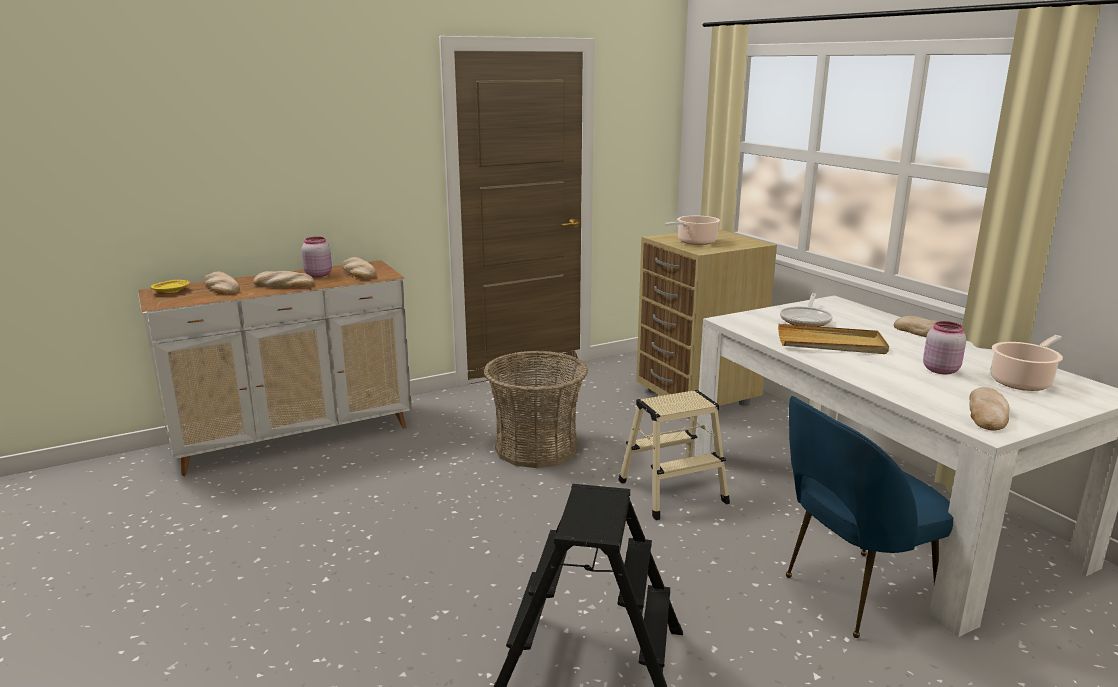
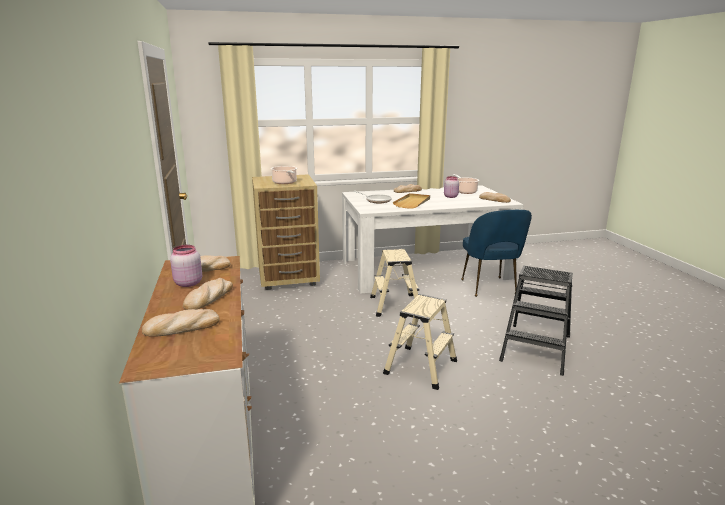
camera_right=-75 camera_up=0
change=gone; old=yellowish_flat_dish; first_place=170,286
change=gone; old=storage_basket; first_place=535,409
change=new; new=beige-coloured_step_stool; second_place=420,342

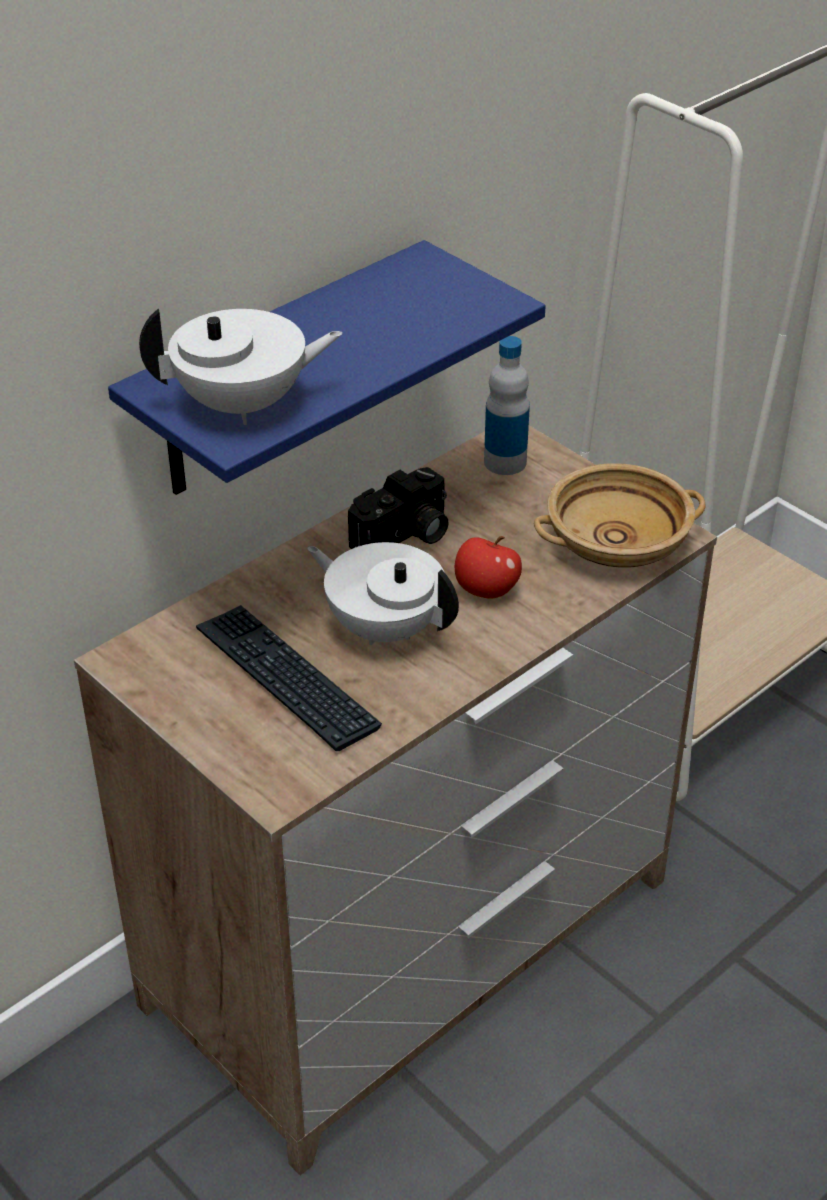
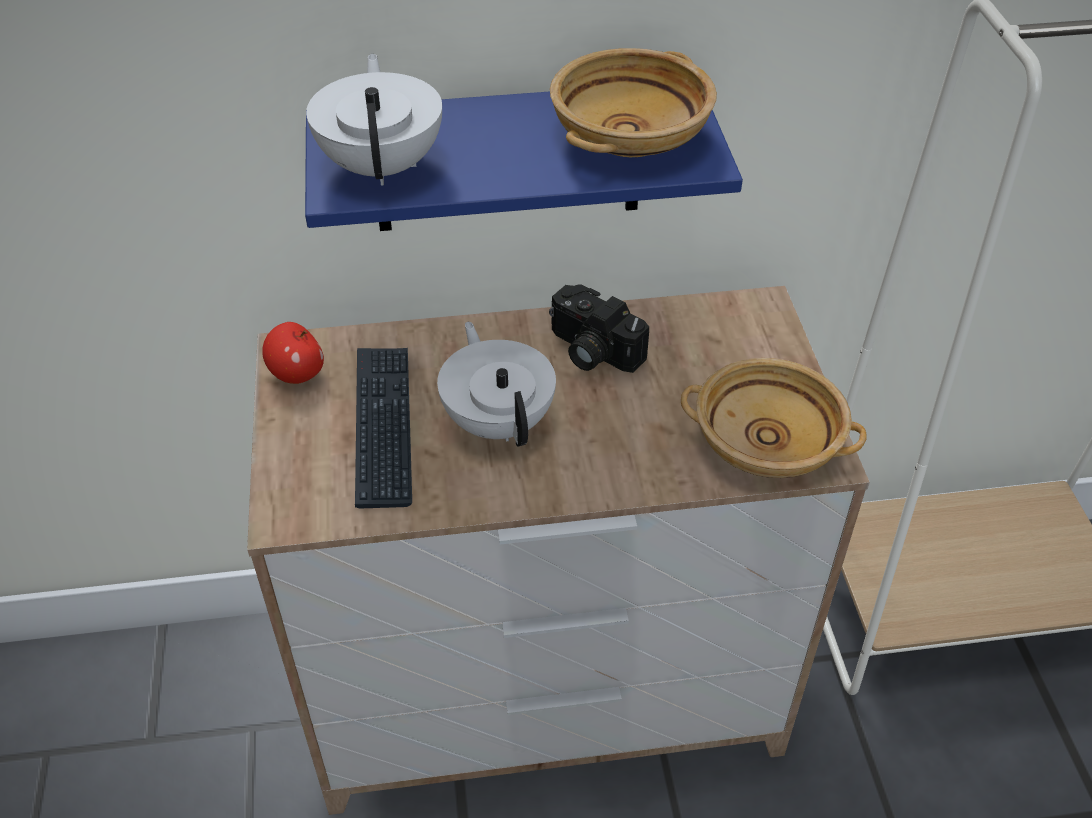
camera_right=35 camera_up=5
change=rotated; old=white_tea_pot; first_place=241,367; second_place=374,120; degrees=-120
change=rotated; old=still_camera; first_place=398,508; second_place=599,328; degrees=45
change=shifted; old=apple; first_place=488,567; second_place=293,353
change=gone; old=bottle; first_place=507,405
change=new; new=beige-coloured_deep_dish; second_place=633,102

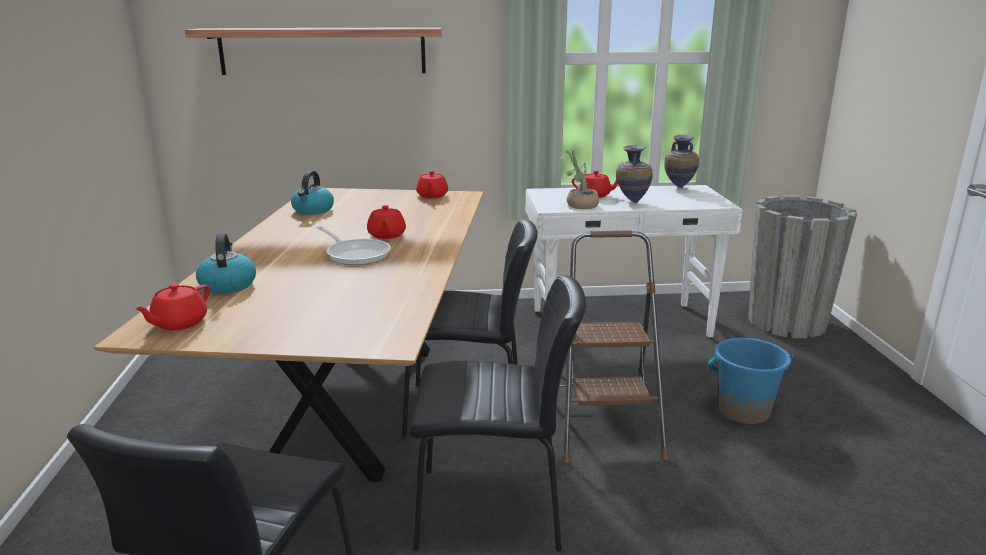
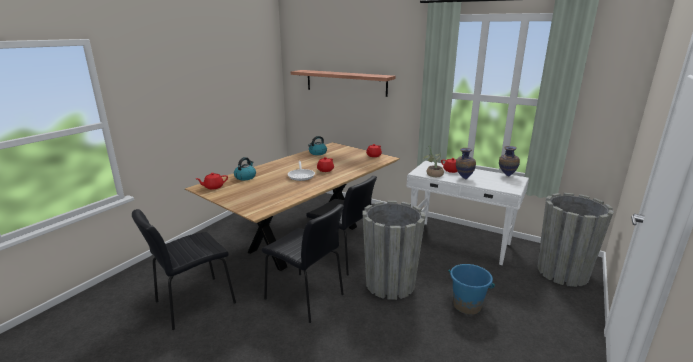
camera_right=35 camera_up=0
change=swapped; old=brown-coloured_step_stool; new=grey_flower_pot; first_place=614,347; second_place=394,250

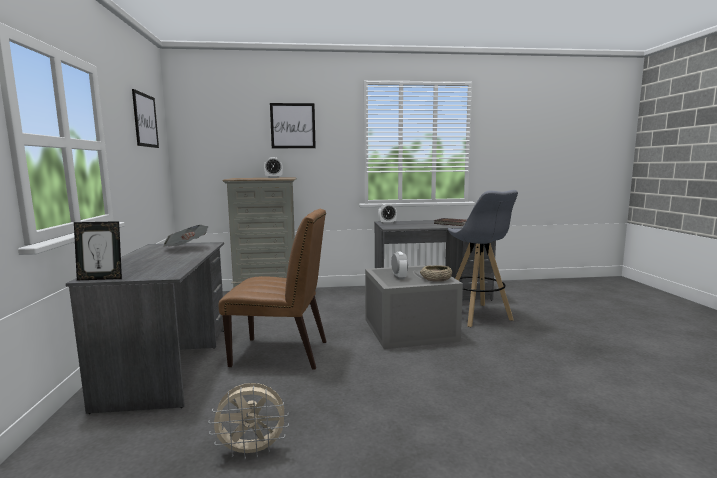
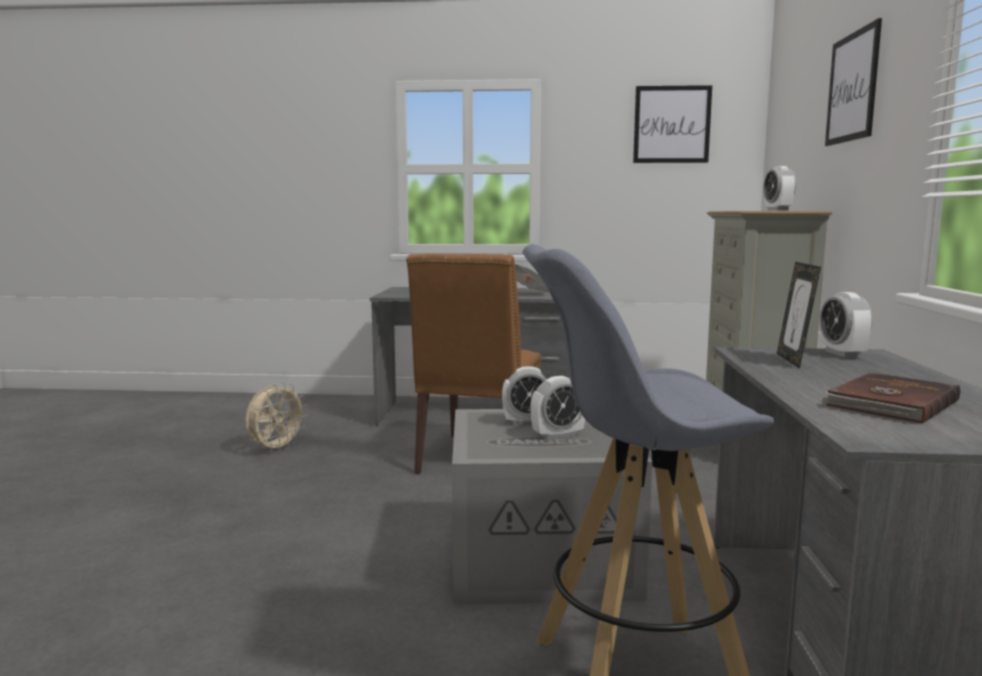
camera_right=100 camera_up=0
change=shifted; old=standing_frame; first_place=98,250; second_place=799,315
change=rotated; old=beige-coloured_fan; first_place=248,421; second_place=276,418; degrees=-150
change=gone; old=beige-coloured_deep_dish; first_place=436,273
change=new; new=bedside_clock; second_place=558,408

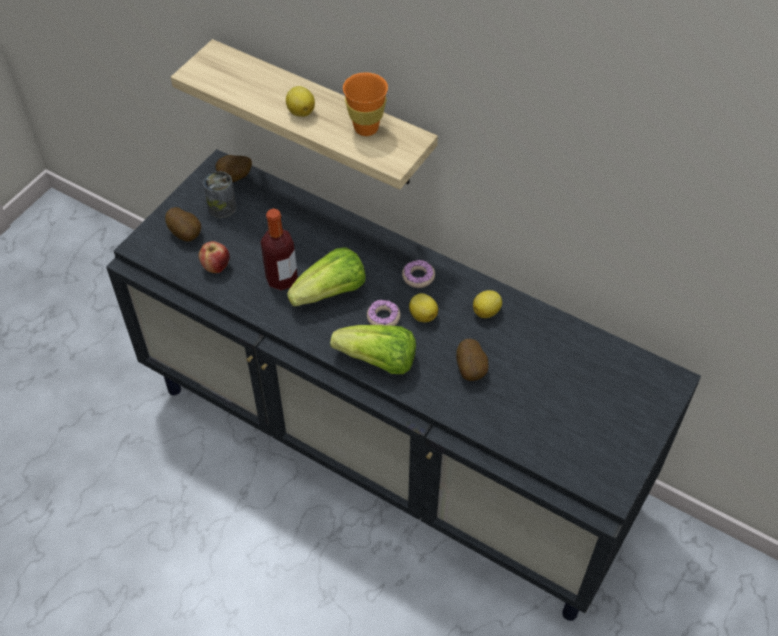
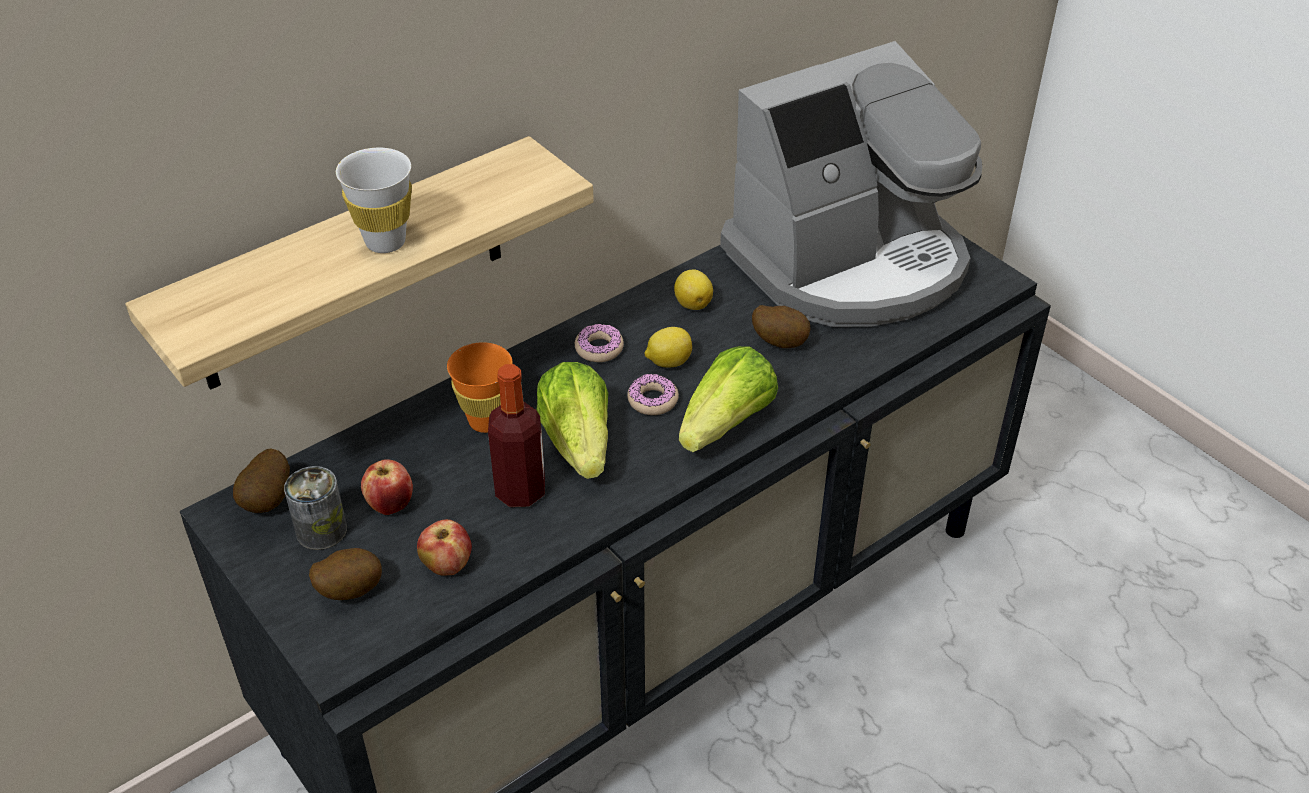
camera_right=-70 camera_up=-10
change=swapped; old=citrus_fruit; new=white_small_cup; first_place=300,101; second_place=374,200
change=shifted; old=orangey_small_cup; first_place=365,104; second_place=480,387
change=new; new=apple; second_place=387,487
change=new; new=coffee_machine; second_place=851,184

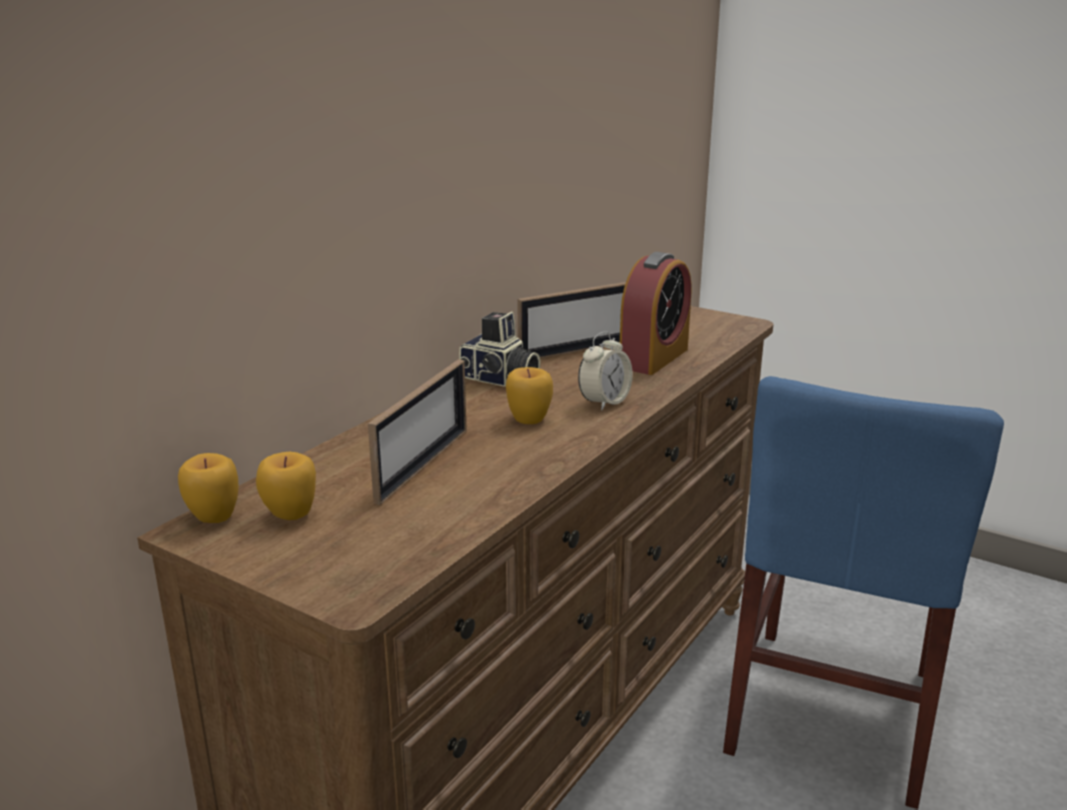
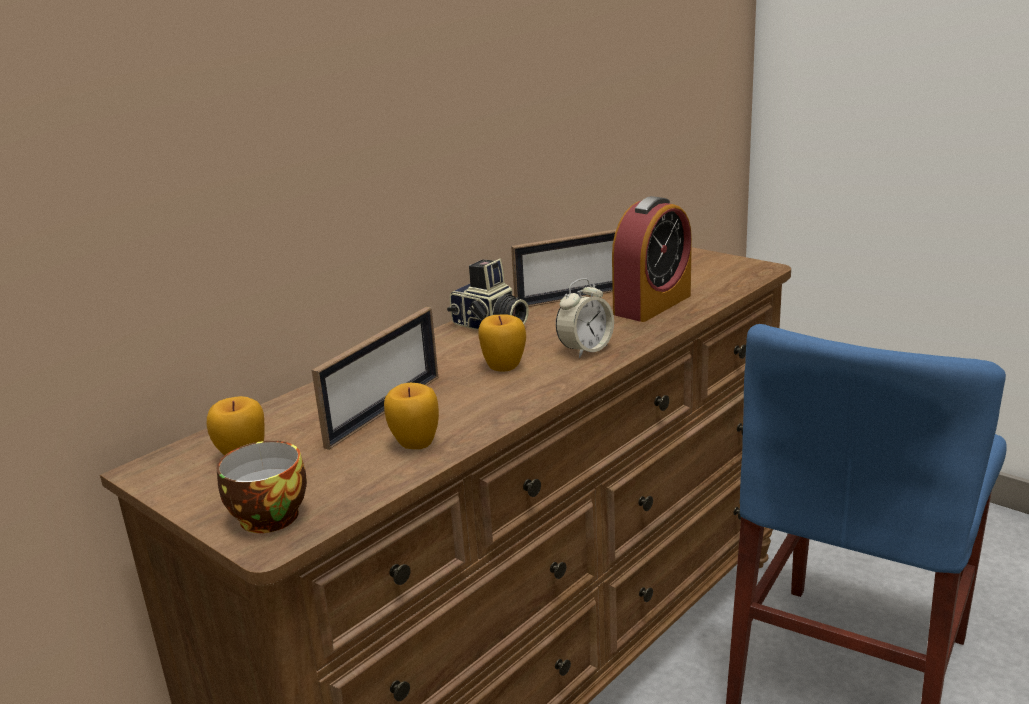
camera_right=10 camera_up=0
change=shifted; old=apple; first_place=208,488; second_place=411,416
change=new; new=small_cup; second_place=262,487

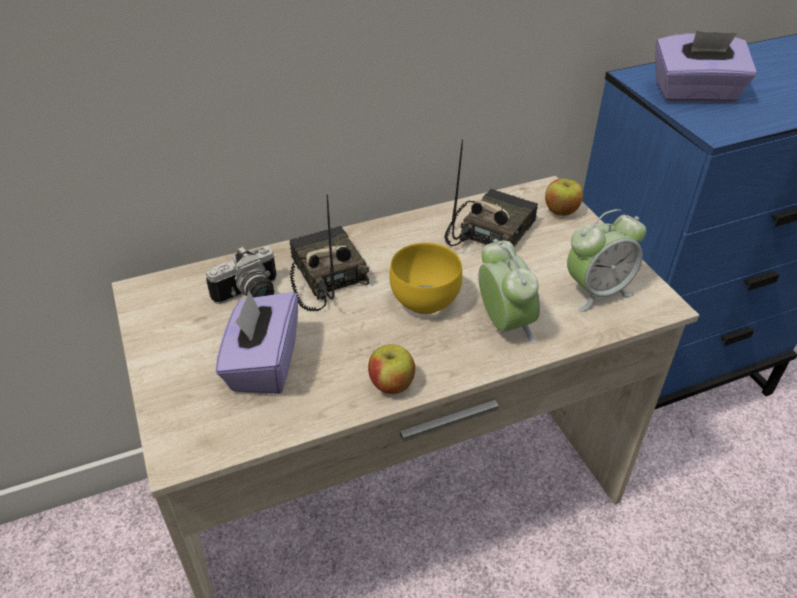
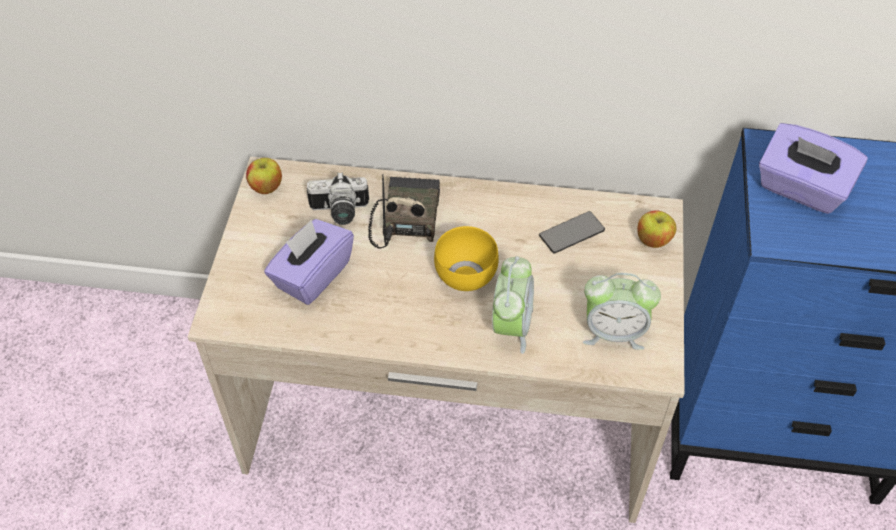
camera_right=30 camera_up=10
change=shifted; old=apple; first_place=391,369; second_place=264,176
change=swapped; old=radio_receiver; new=handset; first_place=491,193; second_place=572,232

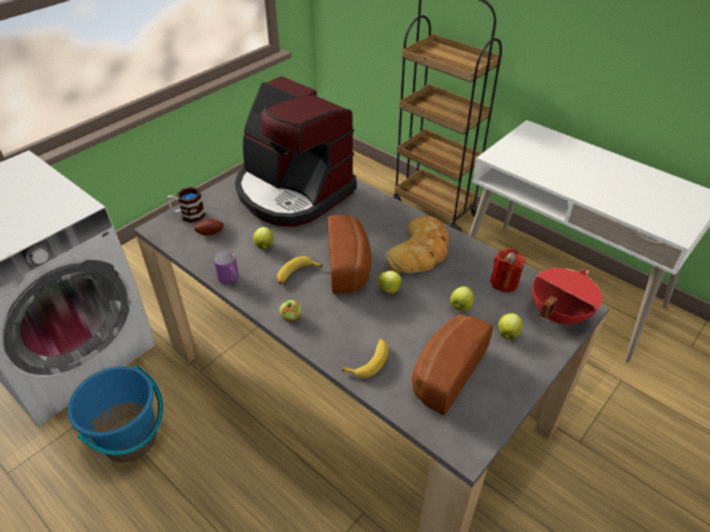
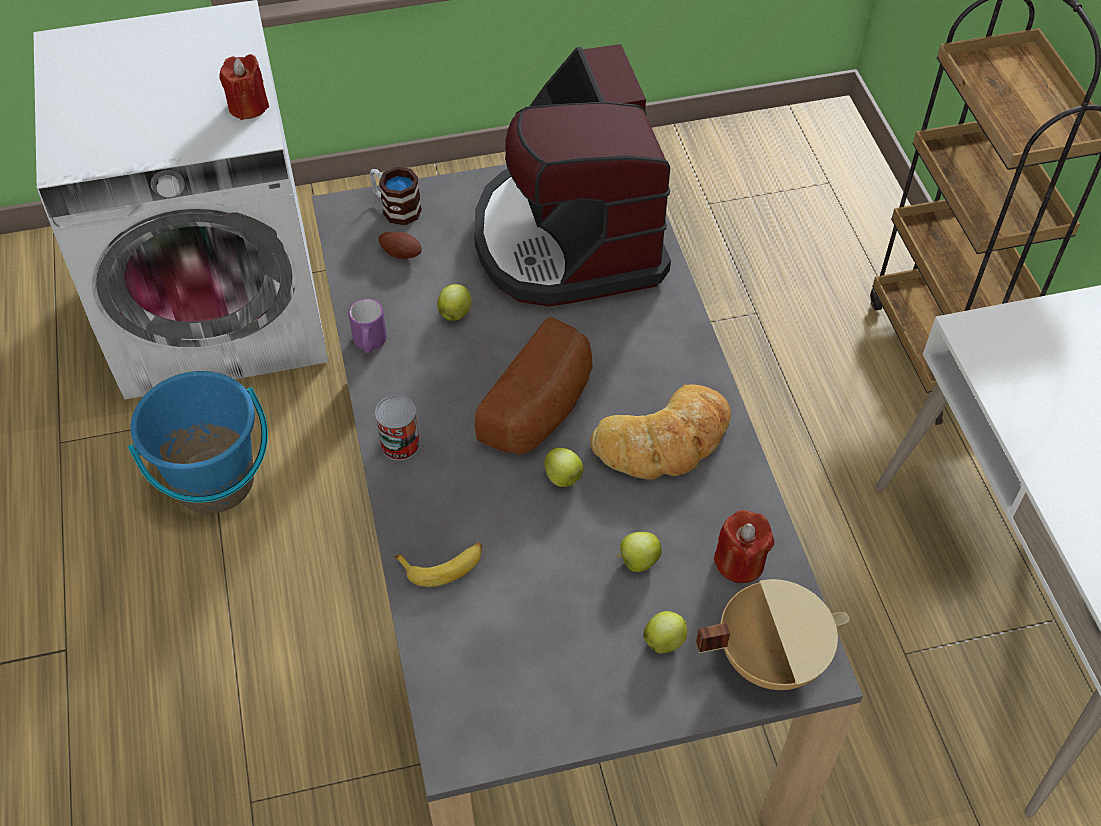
camera_right=35 camera_up=10
change=gone; old=banana_fruit; first_place=300,270
change=swapped; old=apple; new=sealed_can; first_place=290,311; second_place=397,428
change=gone; old=bakery_bread; first_place=452,364
change=repainted; old=red_stockpot; new=beige-coloured_stockpot; first_place=567,296; second_place=773,634
change=new; new=red_candle; second_place=244,87

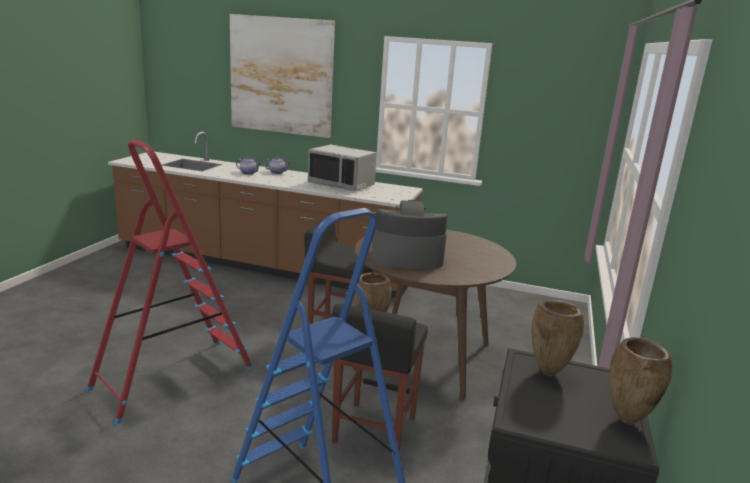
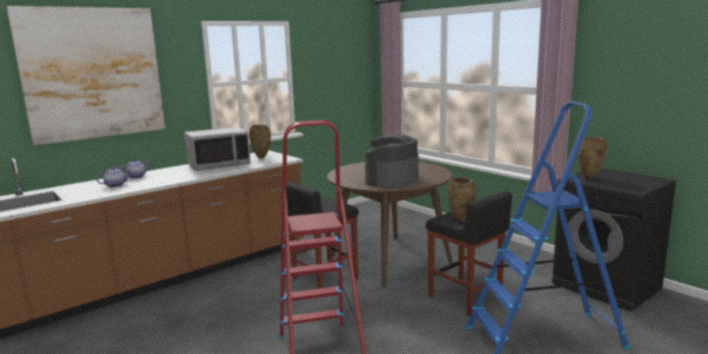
camera_right=-55 camera_up=-5
change=shifted; old=brown-coloured_decorative_vase; first_place=640,381; second_place=260,141

